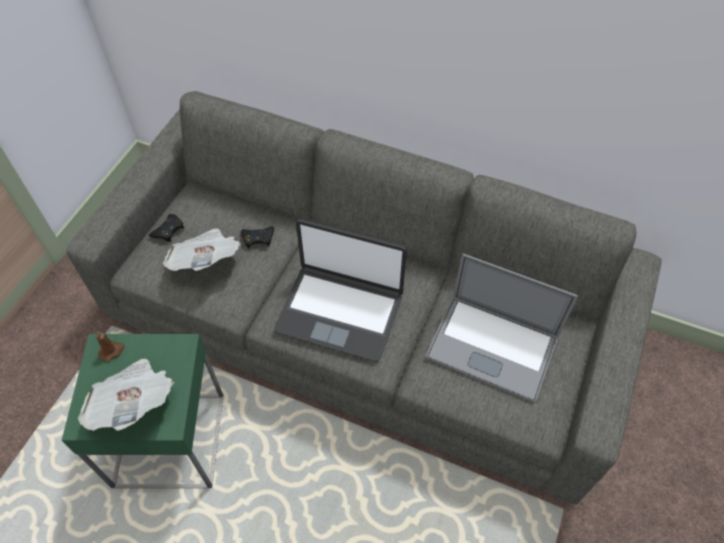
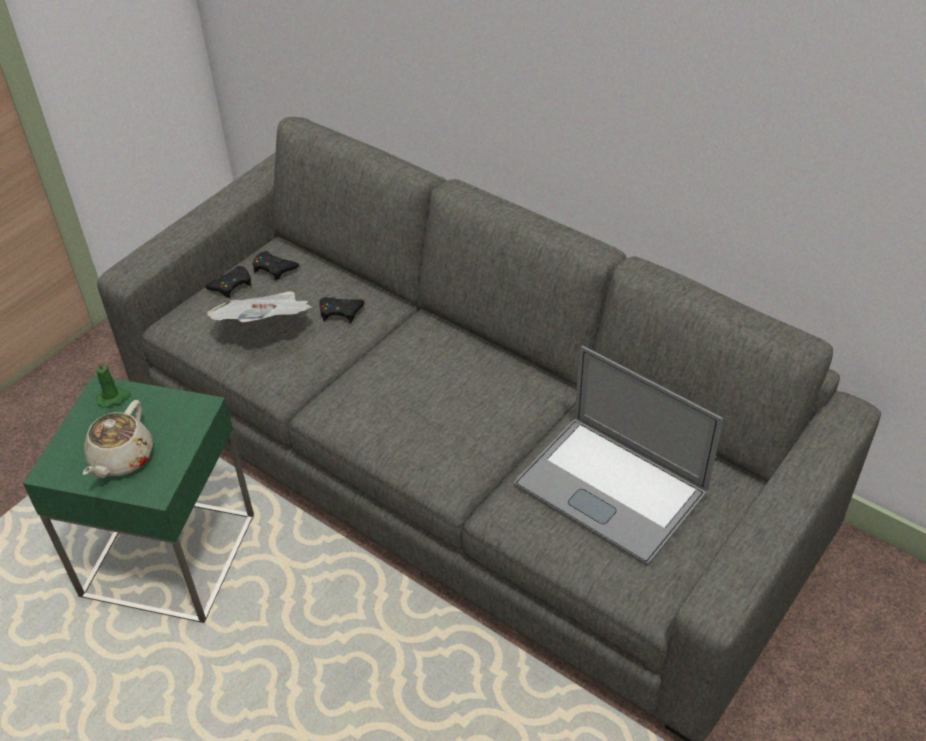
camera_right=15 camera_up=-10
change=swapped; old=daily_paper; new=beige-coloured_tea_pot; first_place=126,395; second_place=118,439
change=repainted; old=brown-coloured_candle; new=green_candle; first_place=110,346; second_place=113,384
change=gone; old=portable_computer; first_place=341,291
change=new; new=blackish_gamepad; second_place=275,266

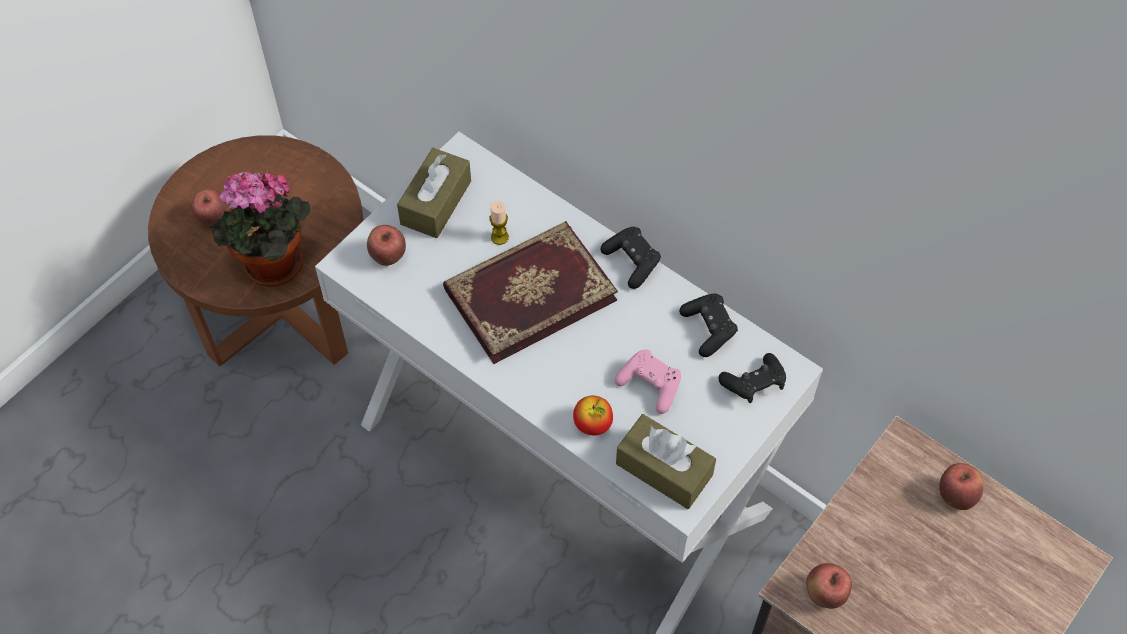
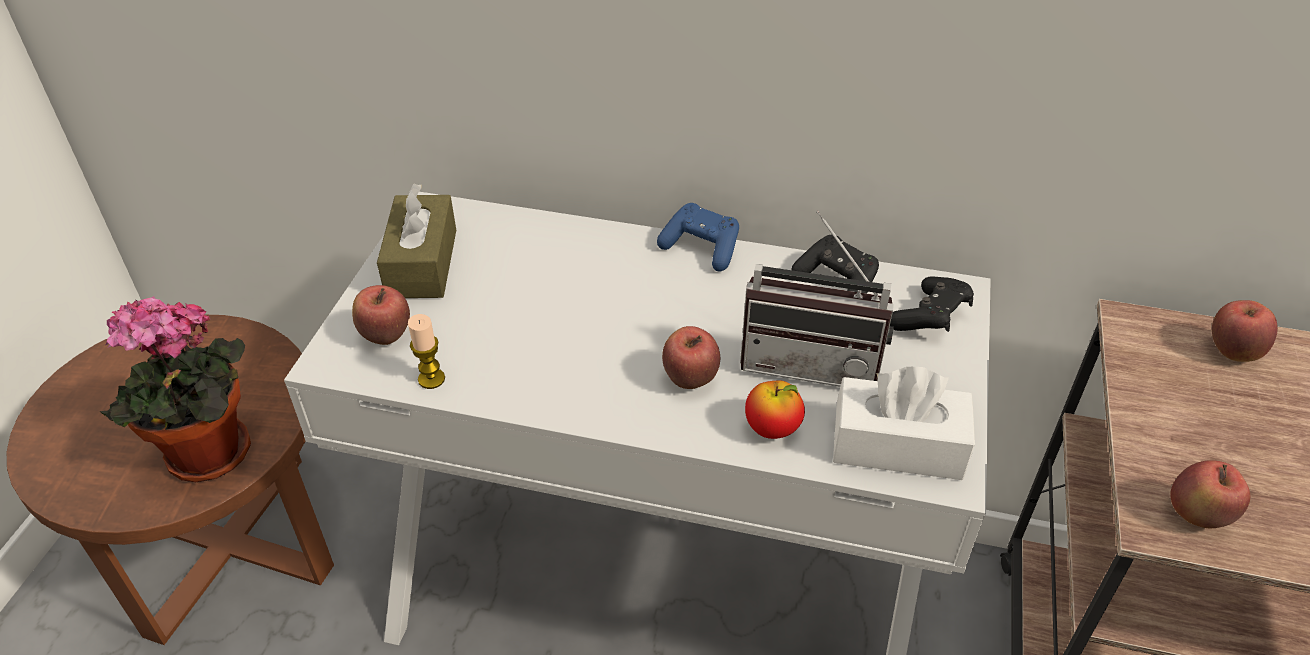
camera_right=-25 camera_up=-15
change=shifted; old=apple; first_place=209,207; second_place=691,357
change=gone; old=book; first_place=530,292
change=shifted; old=candle; first_place=499,223; second_place=426,351
change=repainted; old=blackish_gamepad; new=blue_gamepad; first_place=631,258; second_place=698,237
change=swapped; old=pink_gamepad; new=radio_receiver; first_place=647,382; second_place=817,298
change=repainted; old=brown-coloured_tissue_box; new=white_tissue_box; first_place=666,461; second_place=904,423

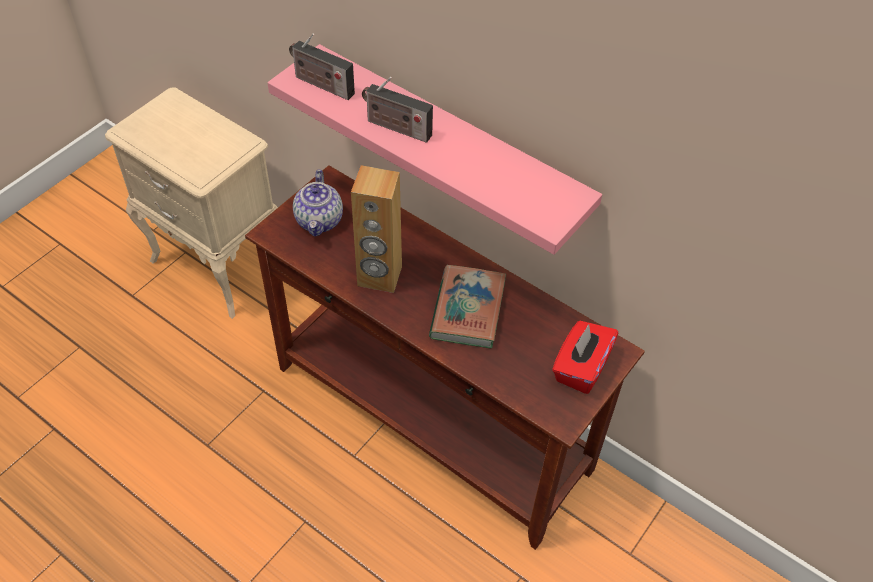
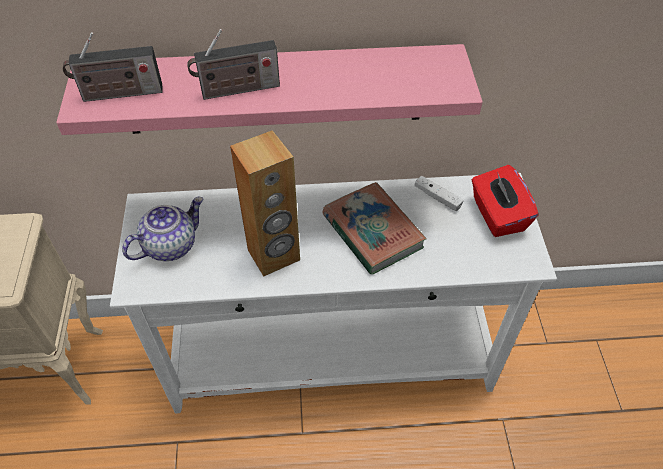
camera_right=-40 camera_up=0
change=repainted; old=brown-coloured_console_table; new=white_console_table; first_place=445,357; second_place=333,293
change=rotated; old=tea_pot; first_place=318,203; second_place=163,229; degrees=-90
change=new; new=white_gamepad; second_place=439,193

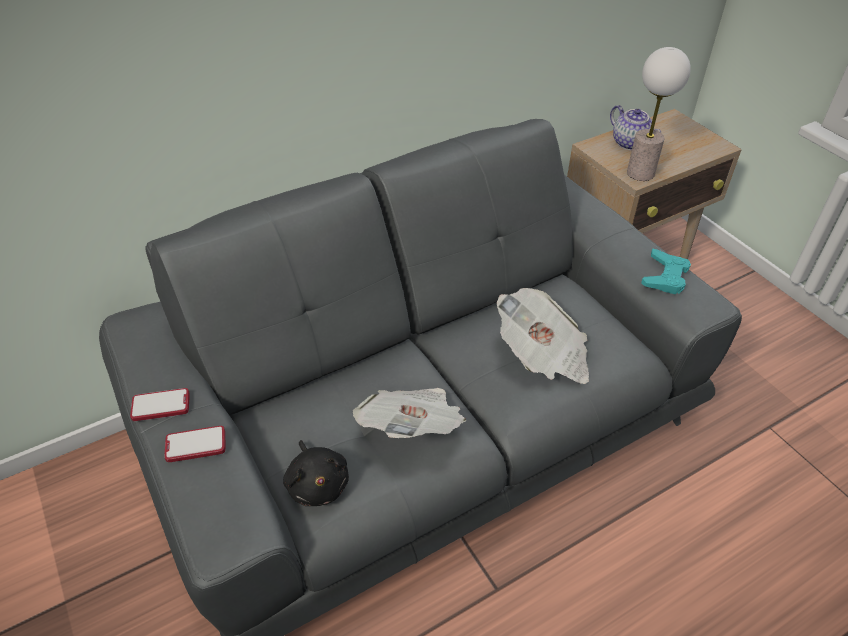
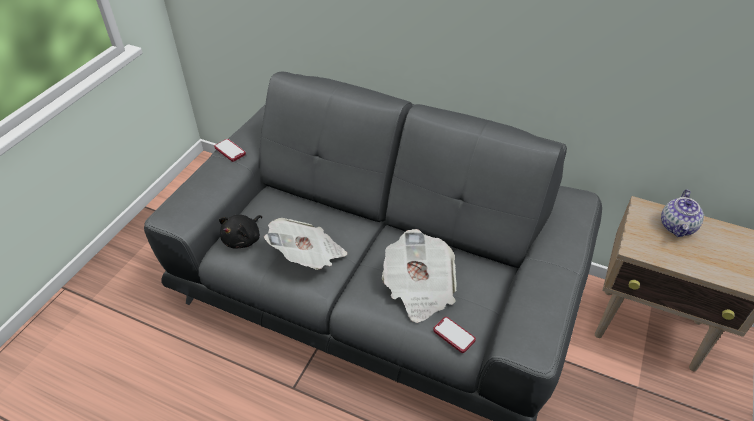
camera_right=55 camera_up=0
change=shifted; old=handset; first_place=195,444; second_place=454,335
change=gone; old=table_lamp; first_place=659,114
change=gone; old=turquoise_gamepad; first_place=666,271

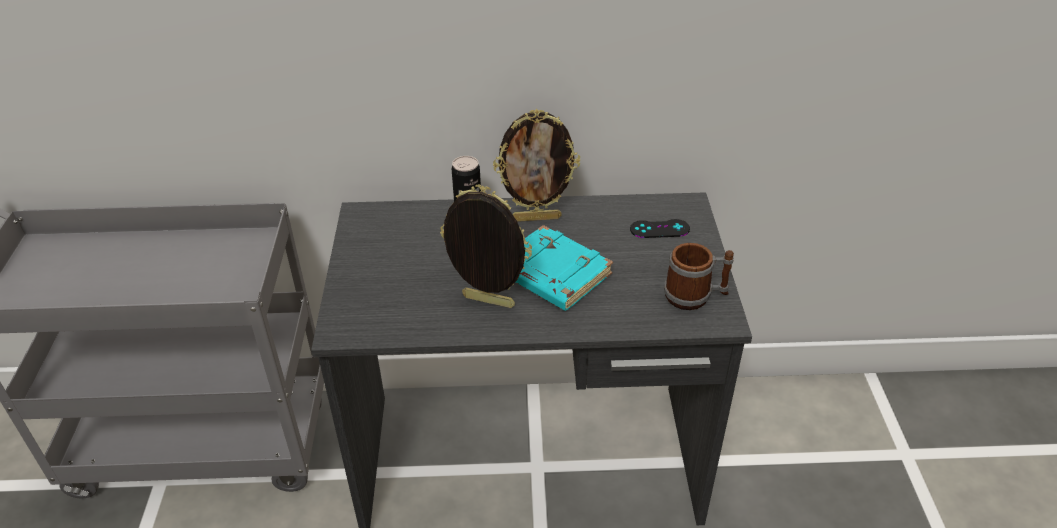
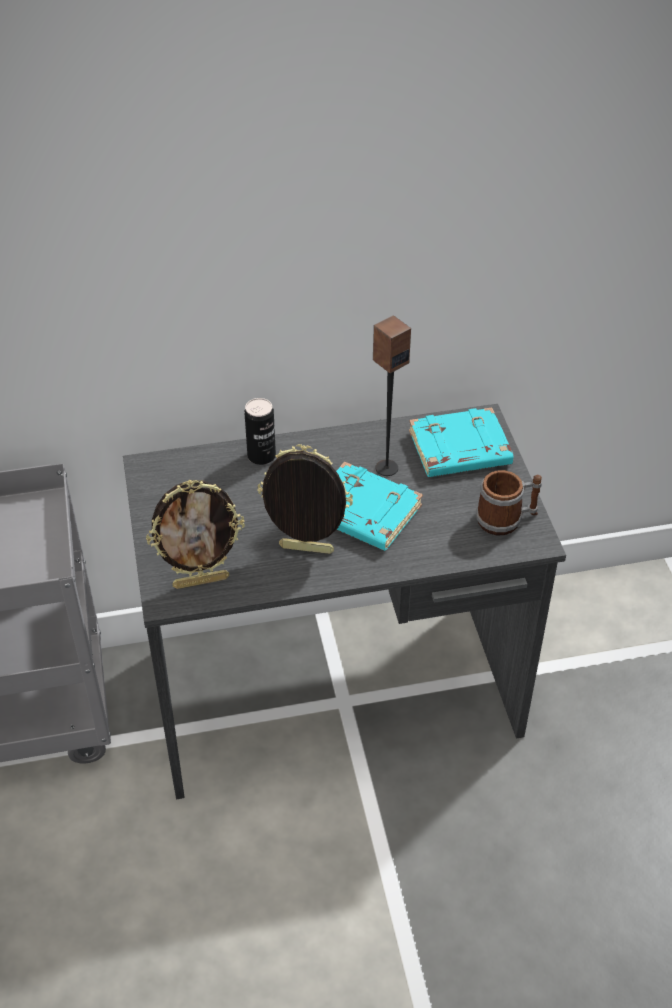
camera_right=-10 camera_up=5
change=shifted; old=standing_frame; first_place=536,165; second_place=195,534
change=swapped; old=blackish_gamepad; new=turquoise_book; first_place=660,228; second_place=461,442
change=new; new=loudspeaker; second_place=392,396

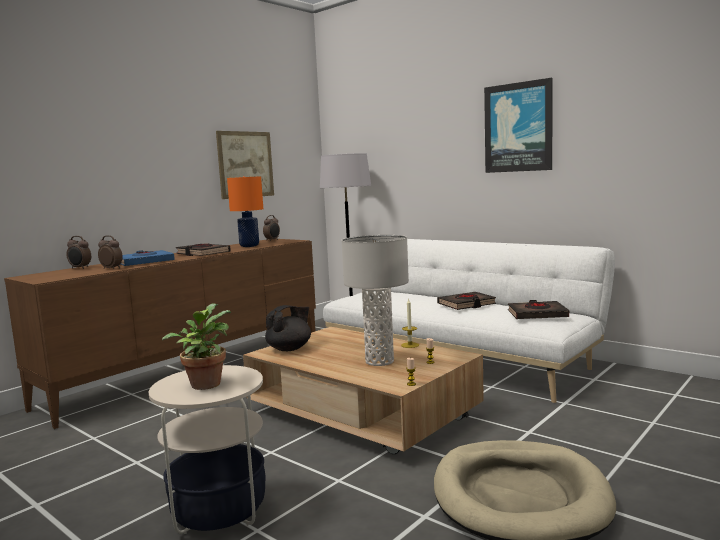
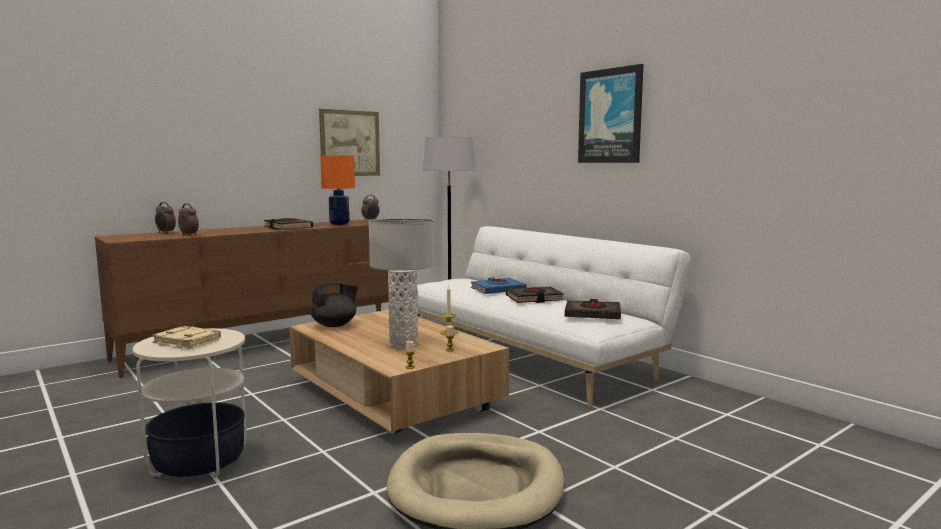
camera_right=10 camera_up=0
change=shifted; old=blue_book; first_place=148,258; second_place=498,286
change=swapped; old=plant_in_a_pot; new=beige-coloured_book; first_place=196,346; second_place=186,337

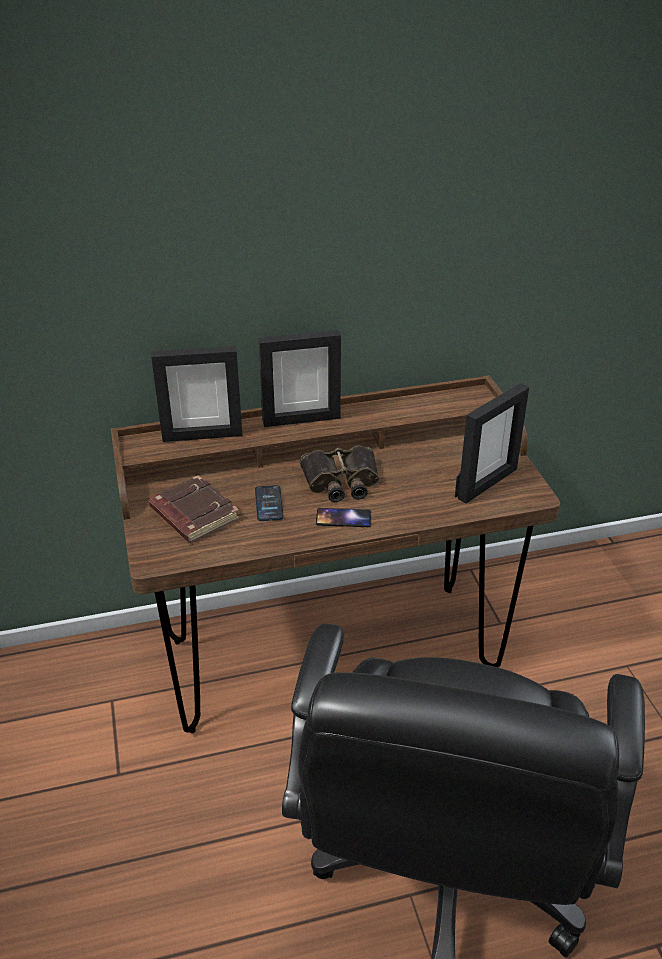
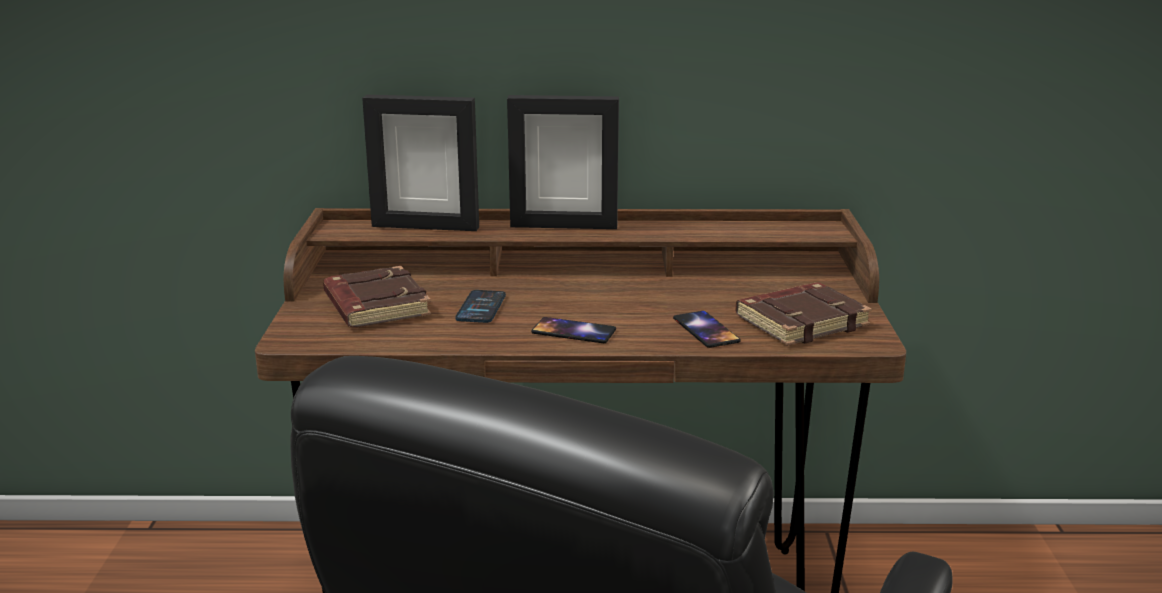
camera_right=15 camera_up=-15
change=gone; old=field_glasses; first_place=339,473
change=swapped; old=standing_frame; new=brown-coloured_book; first_place=492,443; second_place=804,314
change=new; new=handset; second_place=707,329

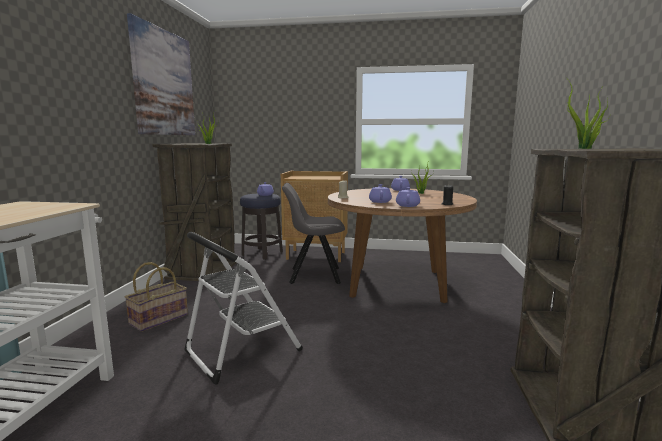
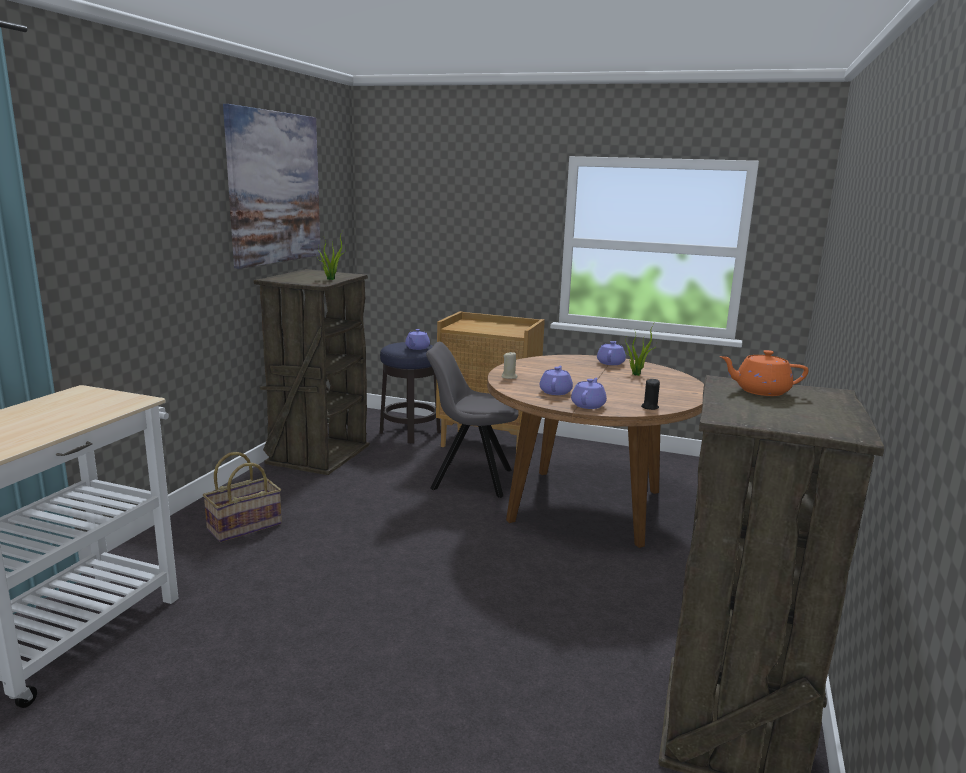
camera_right=10 camera_up=5
change=gone; old=step_stool; first_place=243,308
change=swapped; old=plant_in_a_pot; new=orangey_tea_pot; first_place=588,114; second_place=764,373

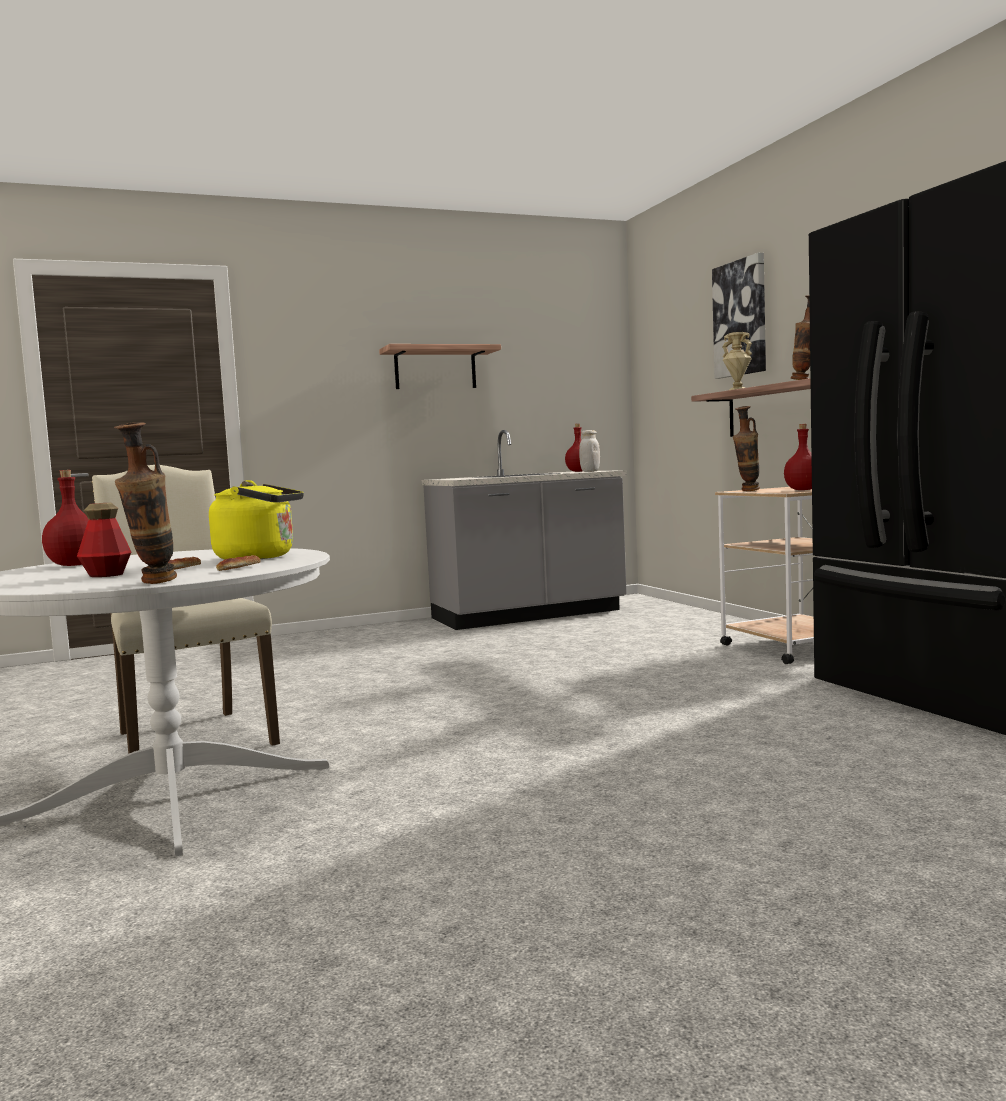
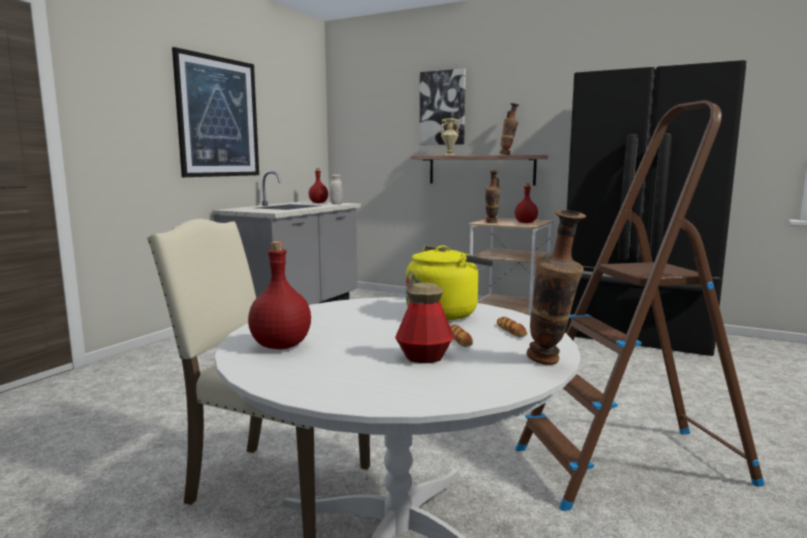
camera_right=-40 camera_up=5
change=swapped; old=wall_shelf; new=wall_picture; first_place=440,366; second_place=215,112
change=new; new=brown-coloured_step_stool; second_place=640,305

